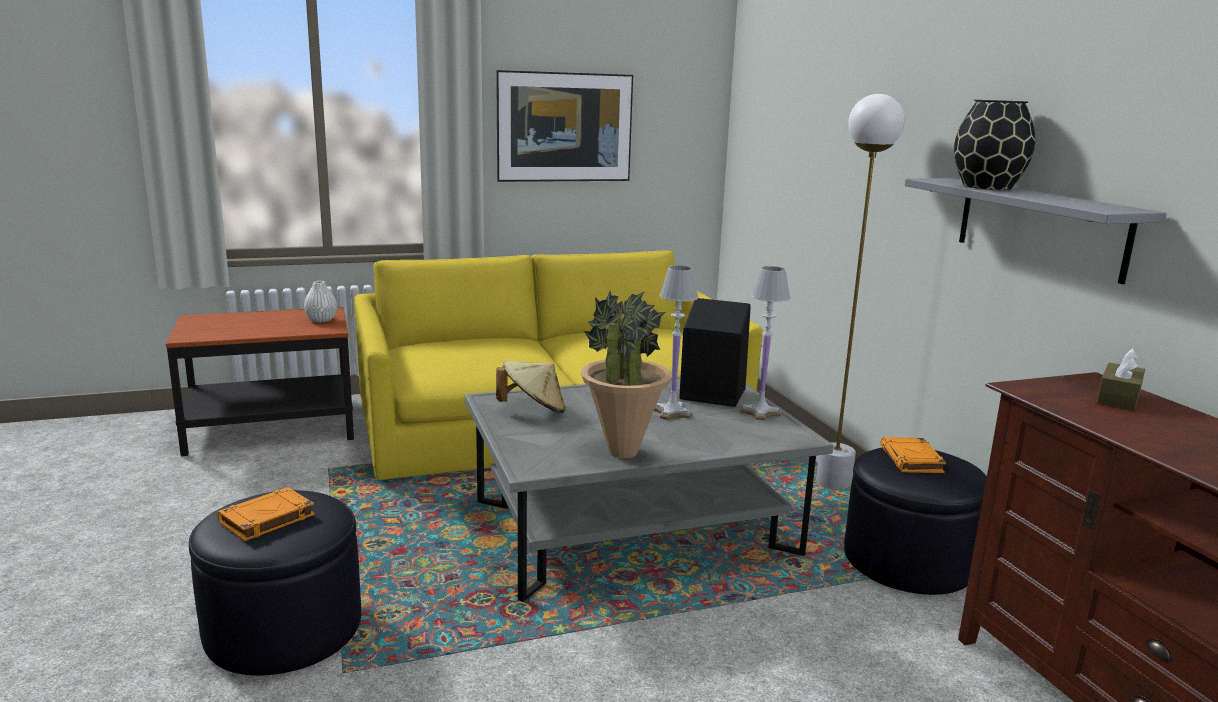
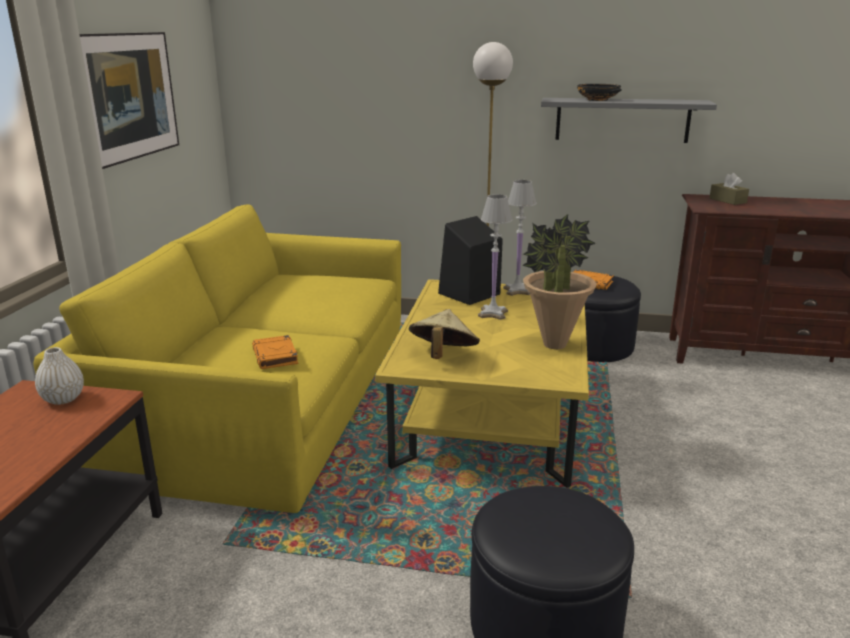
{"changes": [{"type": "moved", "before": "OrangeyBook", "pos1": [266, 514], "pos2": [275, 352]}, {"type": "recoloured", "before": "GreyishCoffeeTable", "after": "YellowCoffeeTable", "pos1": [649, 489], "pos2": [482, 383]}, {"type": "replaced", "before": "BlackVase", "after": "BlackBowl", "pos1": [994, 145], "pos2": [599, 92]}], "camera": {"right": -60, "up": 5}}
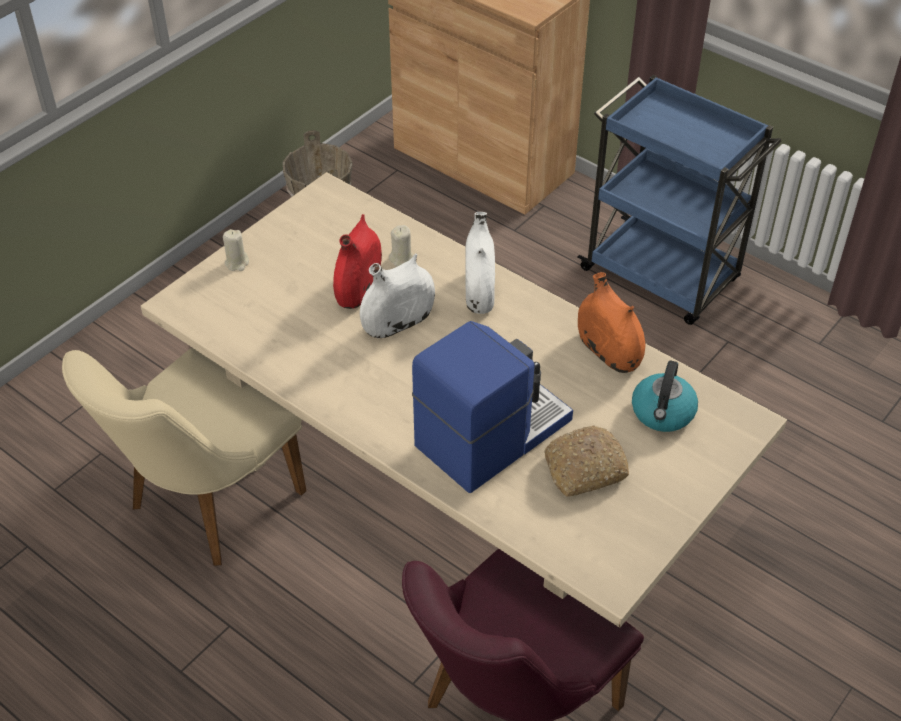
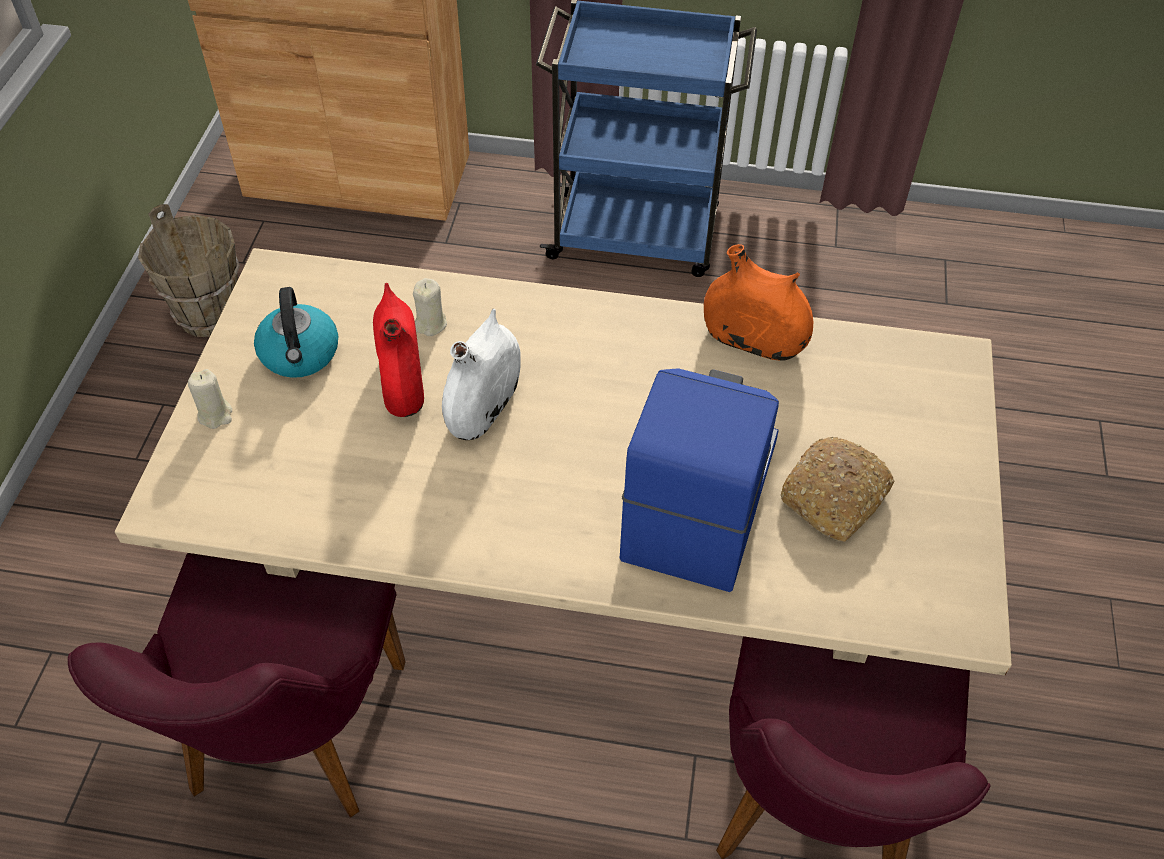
{"changes": [{"type": "recoloured", "before": "BeigeColouredPlainChair", "after": "PurplePlainChair", "pos1": [184, 457], "pos2": [237, 685]}, {"type": "removed", "before": "WhiteColouredVase", "pos1": [480, 263]}, {"type": "moved", "before": "TeaKettle", "pos1": [665, 396], "pos2": [296, 332]}], "camera": {"right": -30, "up": 5}}
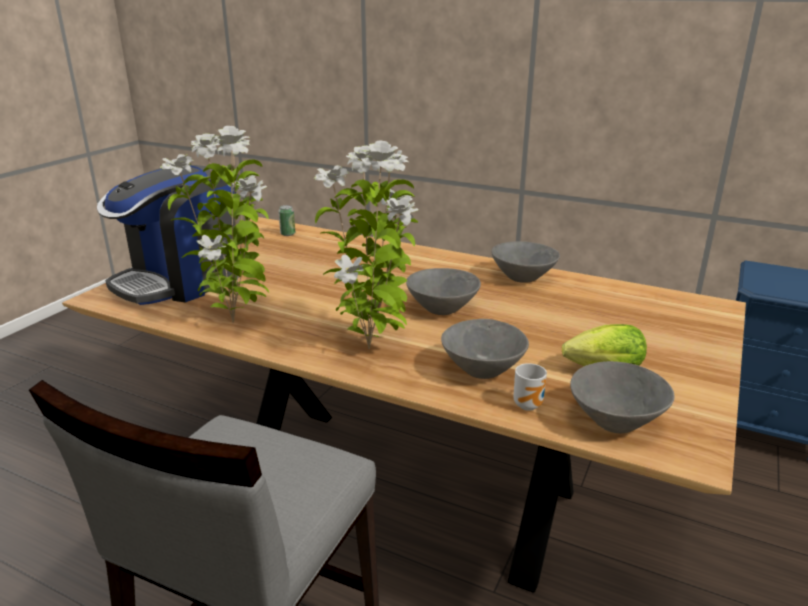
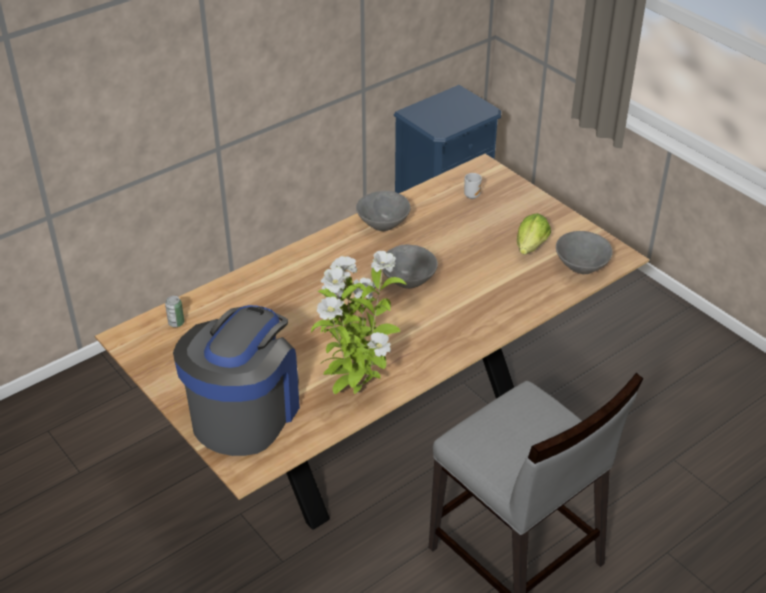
{"changes": [{"type": "turned", "before": "CoffeeMaker", "pos1": [167, 235], "pos2": [236, 380], "turn": -135}, {"type": "removed", "before": "PlantInAPot", "pos1": [366, 244]}, {"type": "removed", "before": "GreyishBowl", "pos1": [485, 349]}, {"type": "moved", "before": "CoffeeMug", "pos1": [530, 387], "pos2": [473, 186]}], "camera": {"right": -65, "up": 15}}
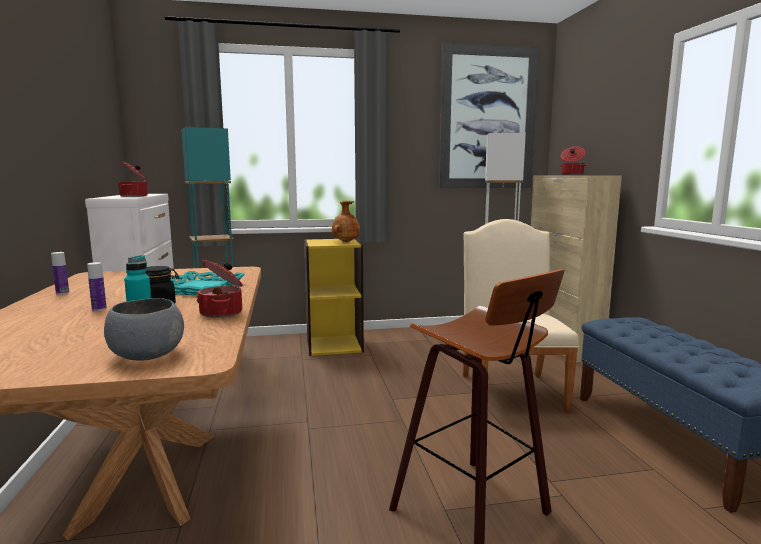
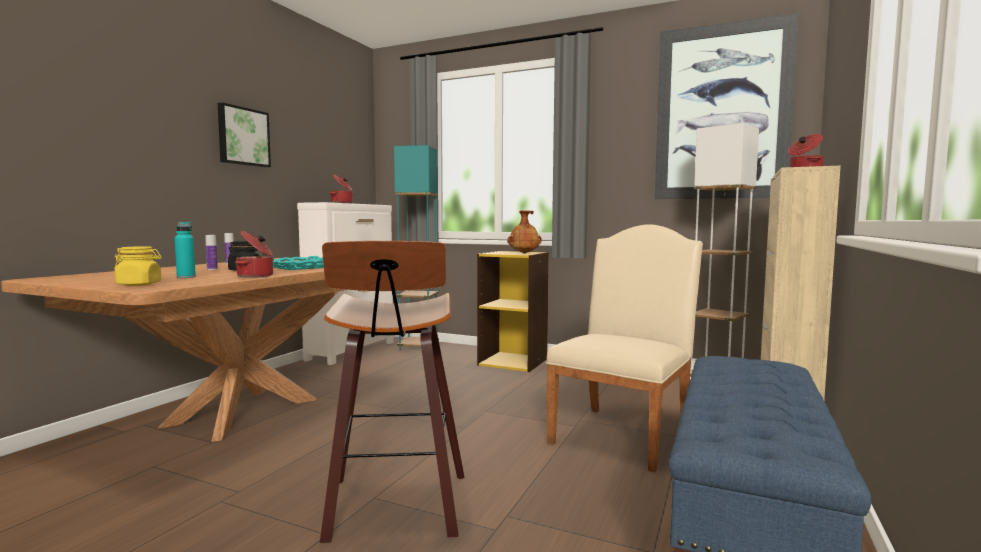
{"changes": [{"type": "replaced", "before": "GreyishBowl", "after": "YellowPreserveJar", "pos1": [144, 329], "pos2": [138, 266]}, {"type": "added", "after": "Picture", "pos2": [244, 134]}], "camera": {"right": 35, "up": -5}}
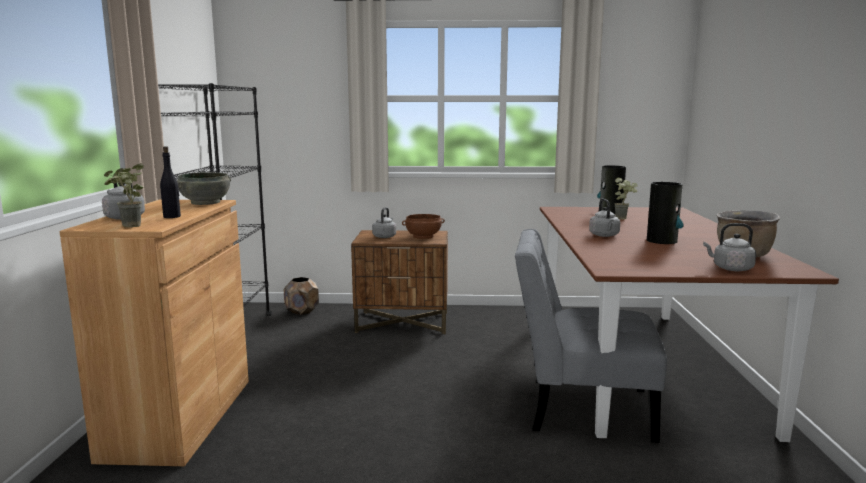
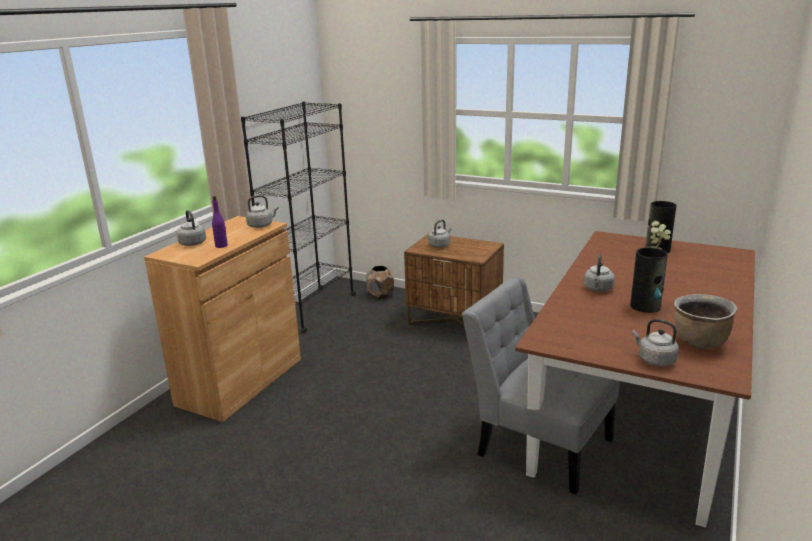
{"changes": [{"type": "removed", "before": "PlantInAPot", "pos1": [124, 195]}, {"type": "recoloured", "before": "BlackBottle", "after": "PurpleBottle", "pos1": [170, 182], "pos2": [220, 222]}, {"type": "replaced", "before": "GreyishBowl", "after": "GreyishTeaKettle", "pos1": [204, 188], "pos2": [262, 211]}, {"type": "removed", "before": "BrownColouredBowl", "pos1": [423, 226]}], "camera": {"right": 25, "up": 10}}
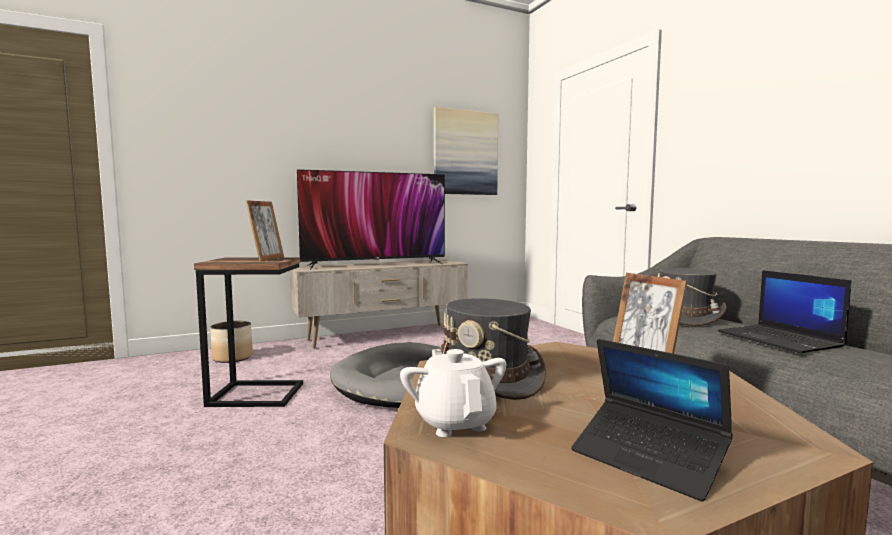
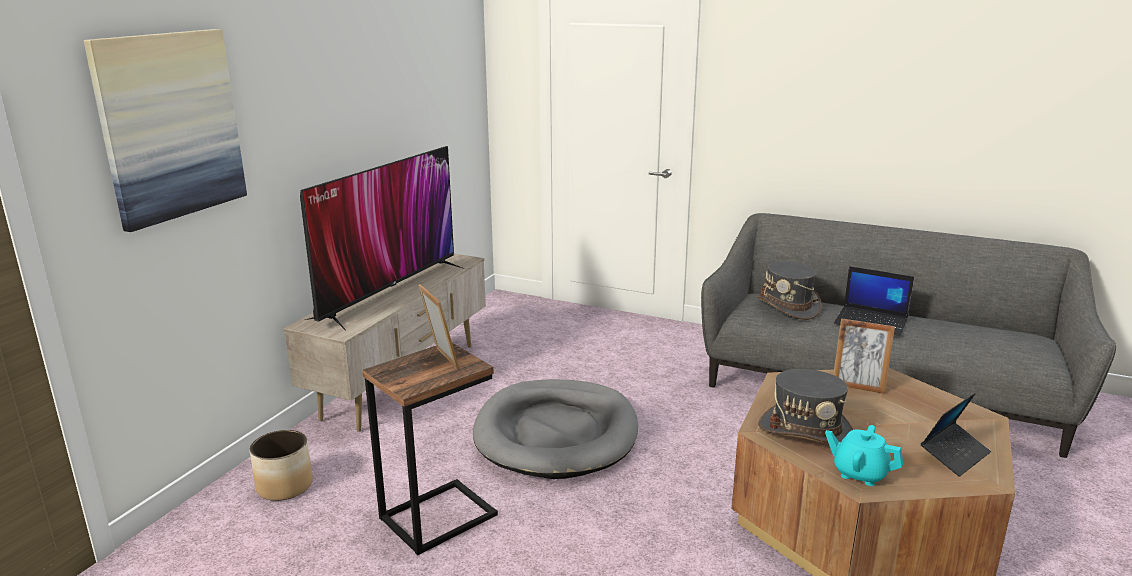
{"changes": [{"type": "recoloured", "before": "WhiteColouredTeaPot", "after": "BlueGreenTeaPot", "pos1": [453, 393], "pos2": [864, 455]}, {"type": "moved", "before": "Picture", "pos1": [466, 151], "pos2": [165, 130]}, {"type": "turned", "before": "PortableComputer", "pos1": [652, 420], "pos2": [956, 435], "turn": -45}], "camera": {"right": -40, "up": 15}}
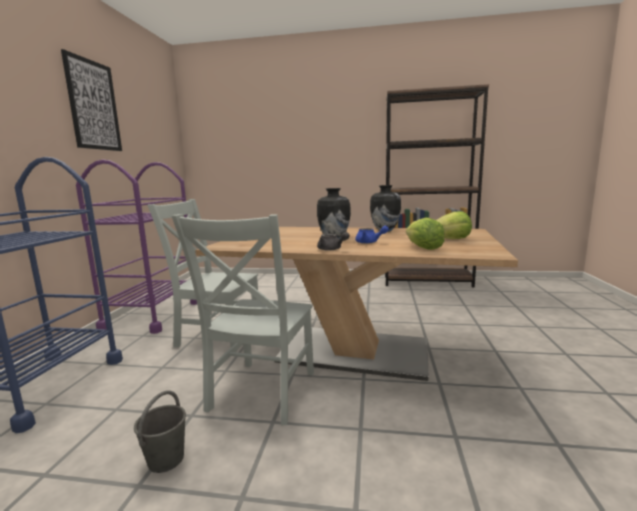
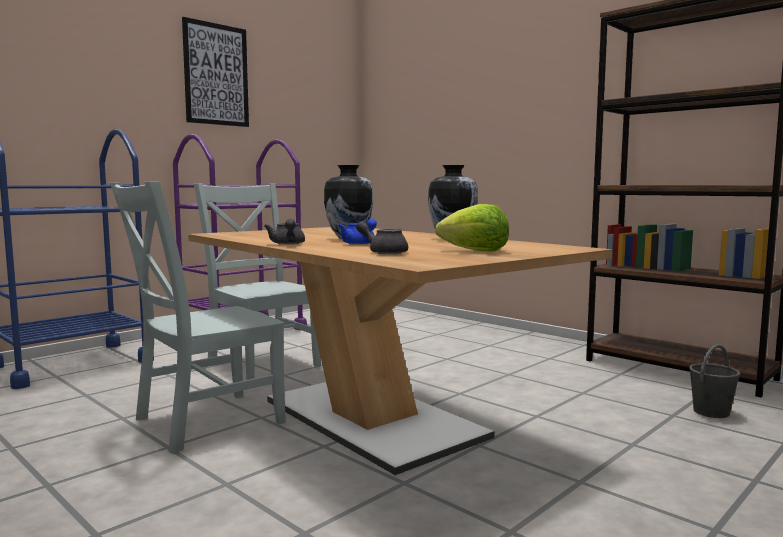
{"changes": [{"type": "moved", "before": "GreyishWaterBucket", "pos1": [160, 431], "pos2": [714, 381]}, {"type": "replaced", "before": "HeadOfLettuce", "after": "GreyishTeaPot", "pos1": [425, 234], "pos2": [382, 238]}], "camera": {"right": 35, "up": -5}}
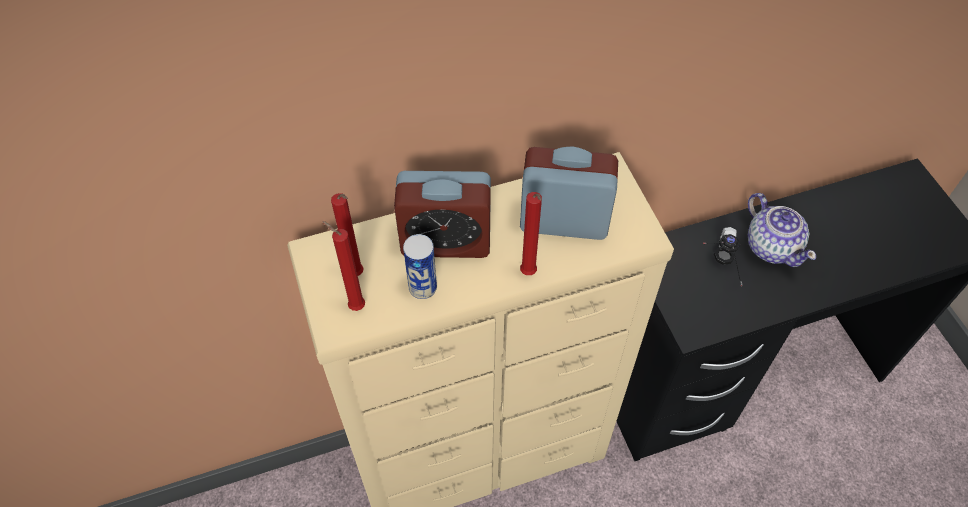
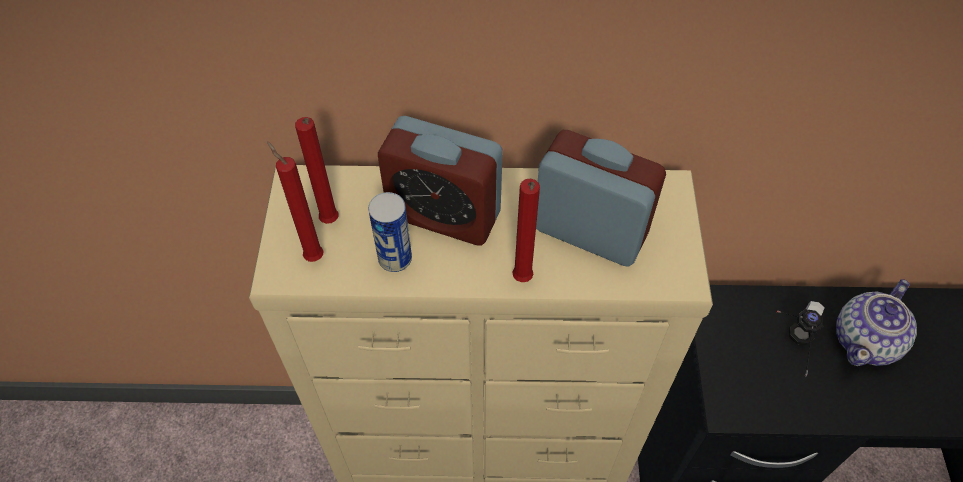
{"changes": [{"type": "turned", "before": "TeaPot", "pos1": [782, 230], "pos2": [876, 322], "turn": 45}], "camera": {"right": 20, "up": 0}}
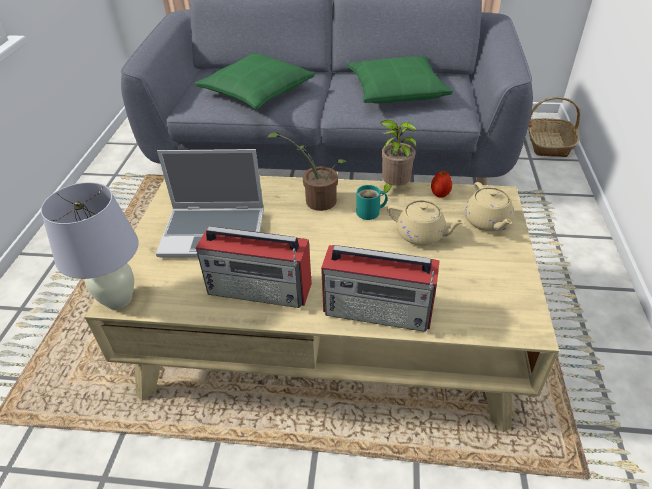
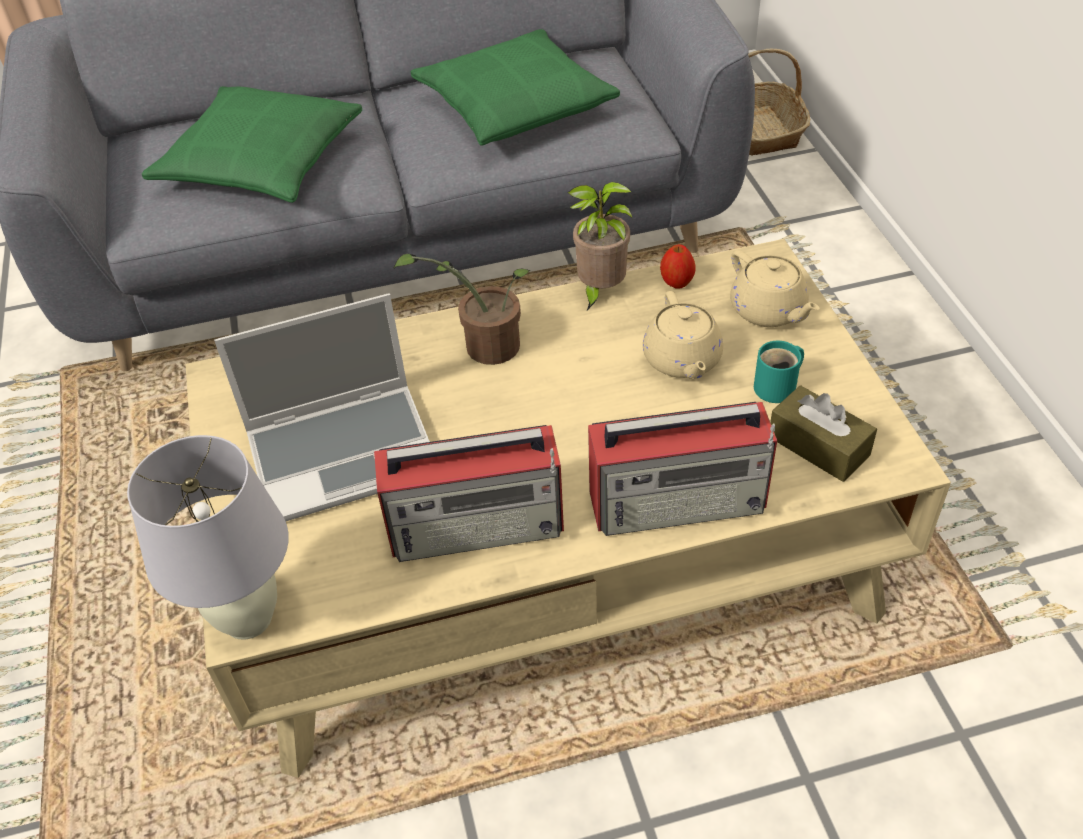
{"changes": [{"type": "moved", "before": "BlueGreenCoffeeMug", "pos1": [372, 202], "pos2": [779, 372]}, {"type": "turned", "before": "BeigeColouredTeaPot", "pos1": [426, 223], "pos2": [683, 335], "turn": 75}, {"type": "added", "after": "BrownColouredBoxOfTissues", "pos2": [823, 433]}], "camera": {"right": -20, "up": 5}}
